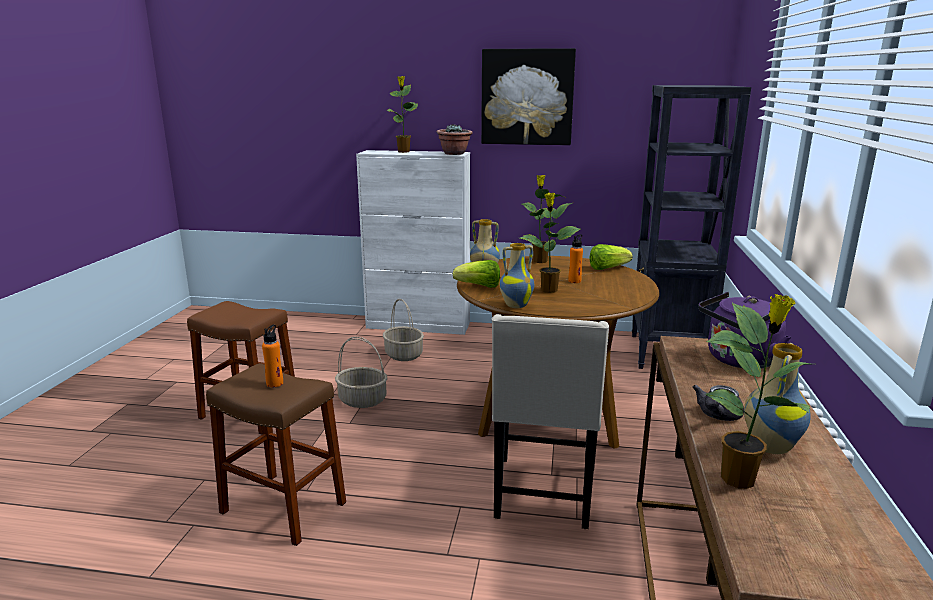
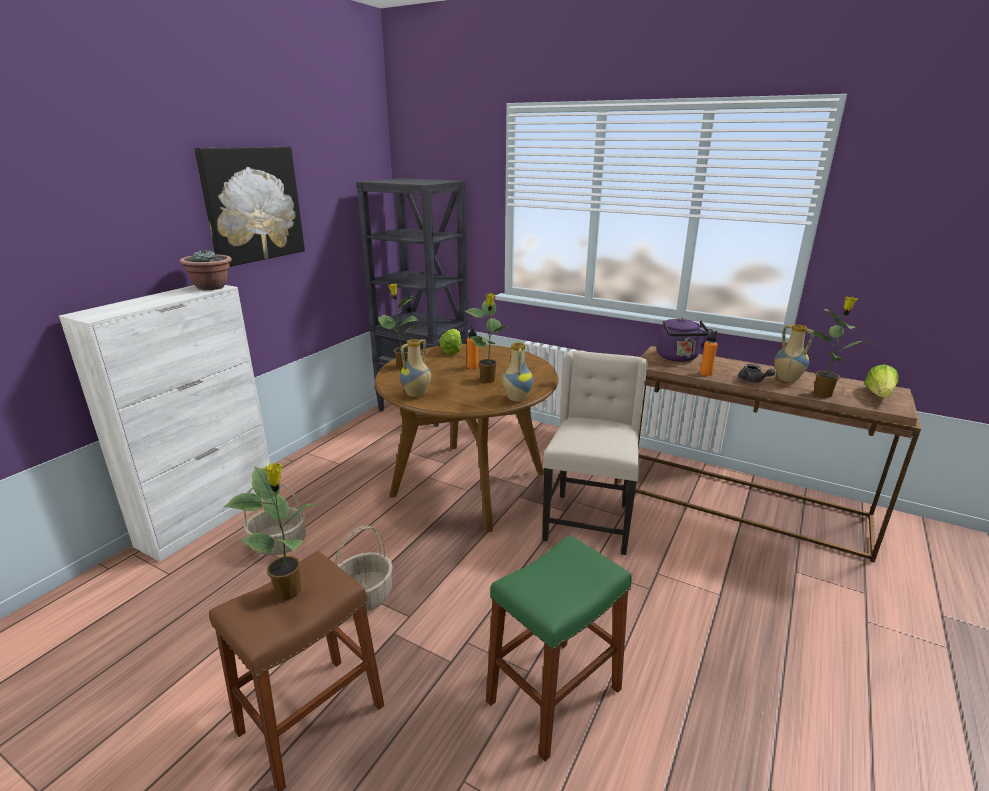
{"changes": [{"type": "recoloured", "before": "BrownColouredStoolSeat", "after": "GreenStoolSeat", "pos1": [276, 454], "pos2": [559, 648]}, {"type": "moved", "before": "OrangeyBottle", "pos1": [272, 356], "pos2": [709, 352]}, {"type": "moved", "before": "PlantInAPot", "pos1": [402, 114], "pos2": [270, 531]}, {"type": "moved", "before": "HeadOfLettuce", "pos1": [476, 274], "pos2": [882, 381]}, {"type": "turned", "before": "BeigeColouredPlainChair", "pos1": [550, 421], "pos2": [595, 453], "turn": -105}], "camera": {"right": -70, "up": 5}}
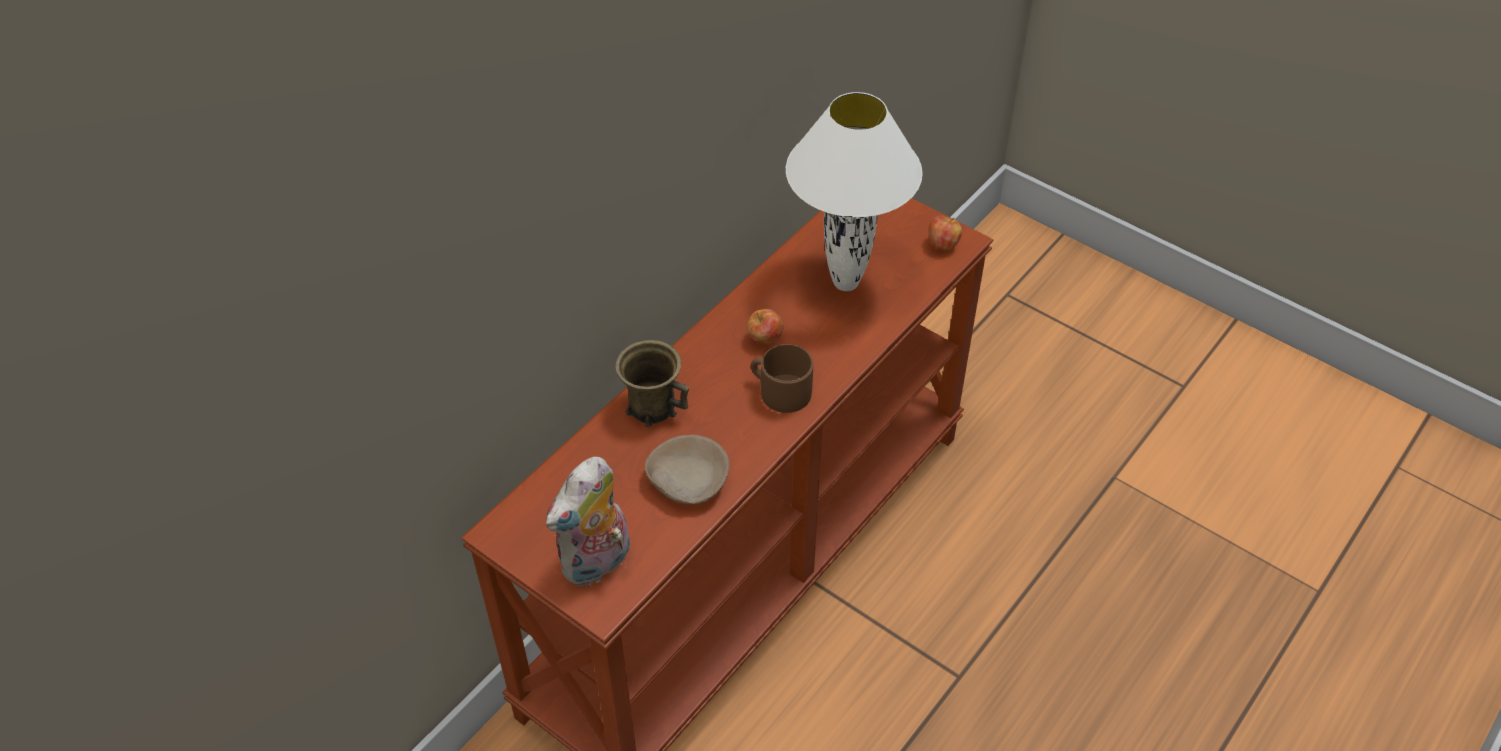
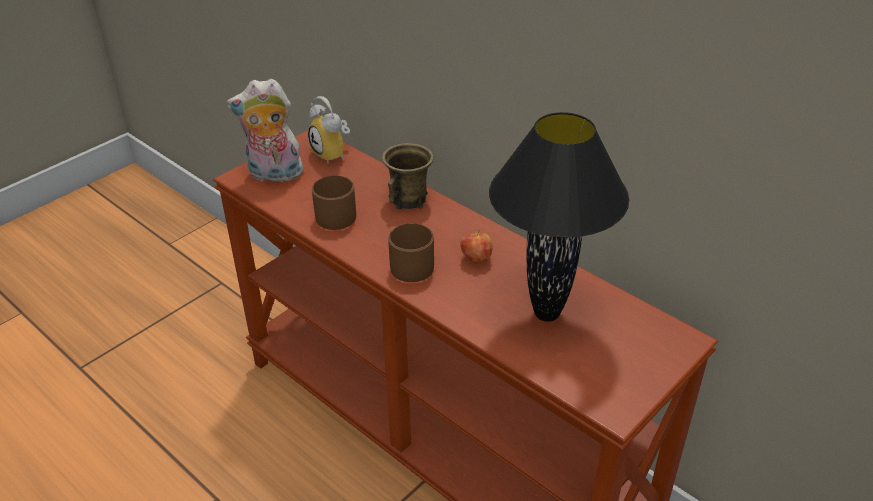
{"changes": [{"type": "turned", "before": "SoftToy", "pos1": [588, 521], "pos2": [266, 130], "turn": -45}, {"type": "replaced", "before": "BeigeColouredBowl", "after": "BrownColouredCoffeeMug", "pos1": [687, 469], "pos2": [334, 203]}, {"type": "recoloured", "before": "WhiteColouredLampForATable", "after": "BlackLampForATable", "pos1": [854, 191], "pos2": [559, 217]}, {"type": "removed", "before": "WholeApple", "pos1": [945, 233]}, {"type": "added", "after": "TableClock", "pos2": [329, 129]}], "camera": {"right": 95, "up": -10}}
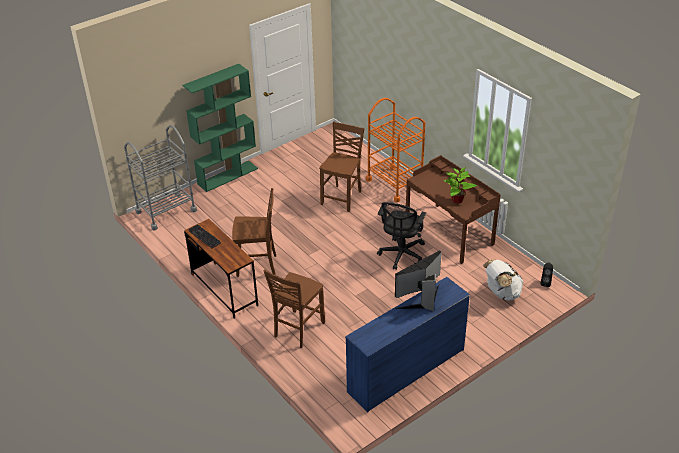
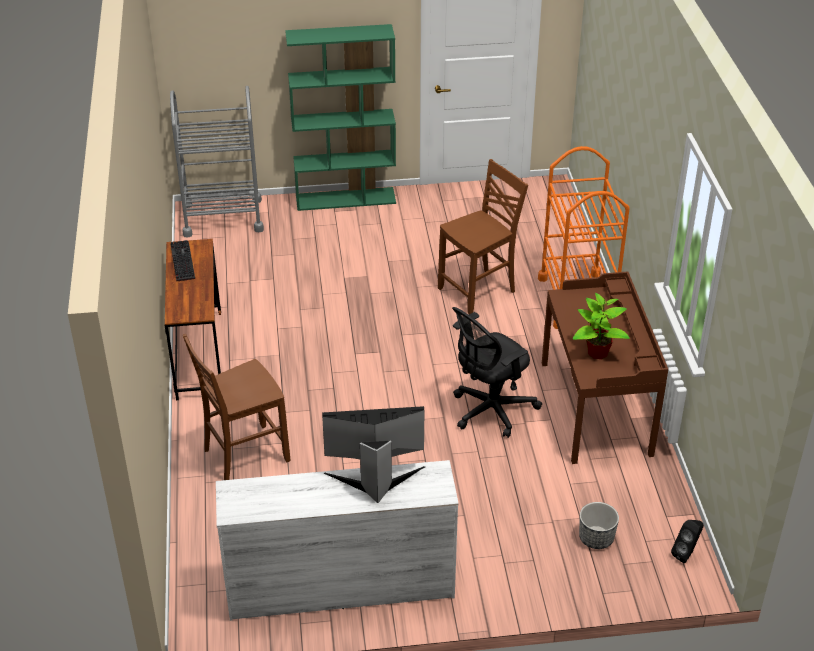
{"changes": [{"type": "removed", "before": "BrownColouredPlainChair", "pos1": [254, 232]}, {"type": "recoloured", "before": "BlueDrawerChest", "after": "WhiteColouredDrawerChest", "pos1": [407, 345], "pos2": [337, 540]}, {"type": "replaced", "before": "WhiteColouredBackpack", "after": "FlowerPot", "pos1": [503, 280], "pos2": [599, 525]}], "camera": {"right": 30, "up": 0}}
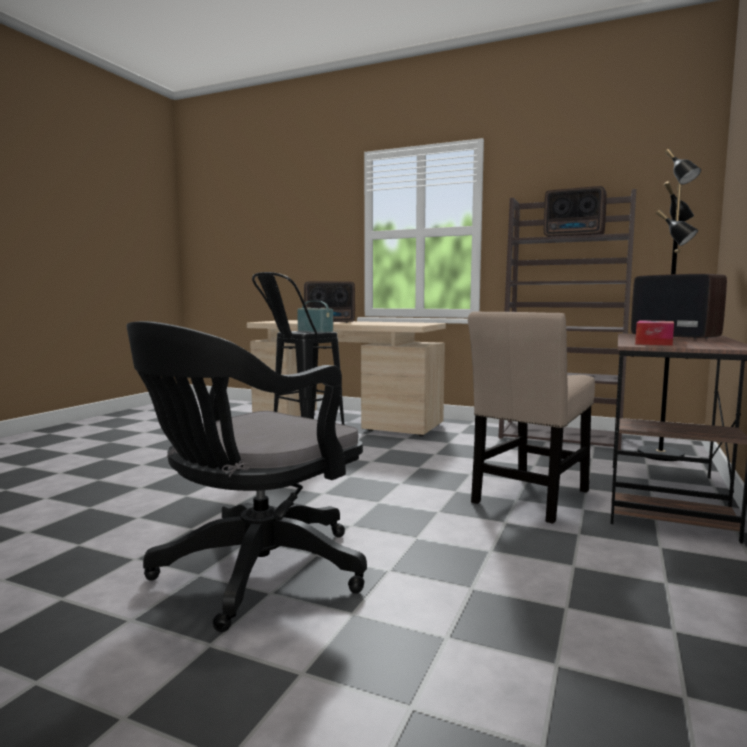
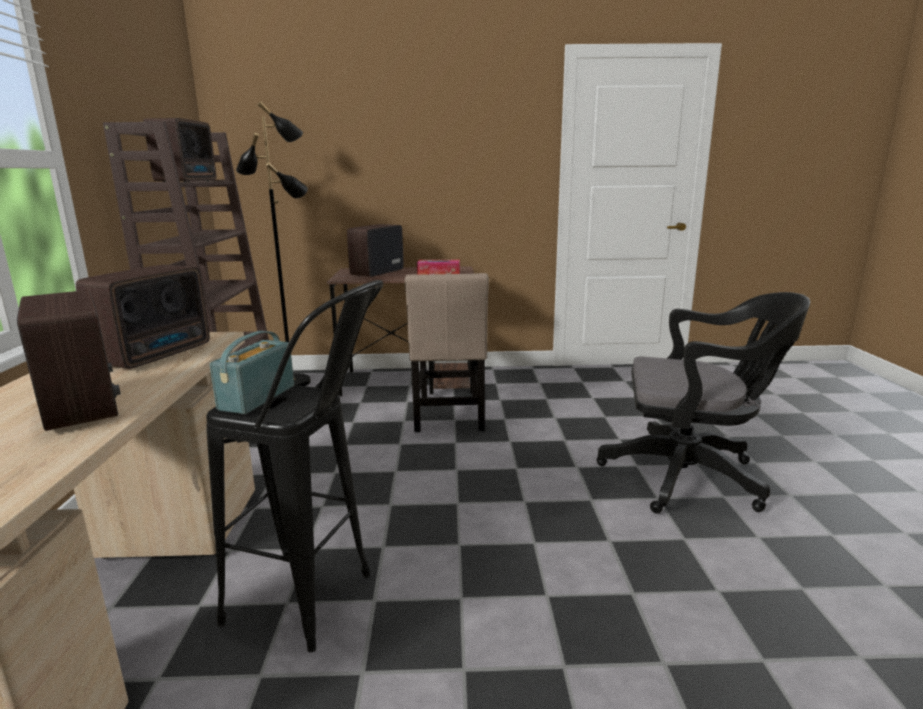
{"changes": [{"type": "turned", "before": "BeigeColouredPlainChair", "pos1": [531, 417], "pos2": [447, 352], "turn": 75}, {"type": "added", "after": "Radio", "pos2": [143, 317]}], "camera": {"right": -115, "up": 10}}
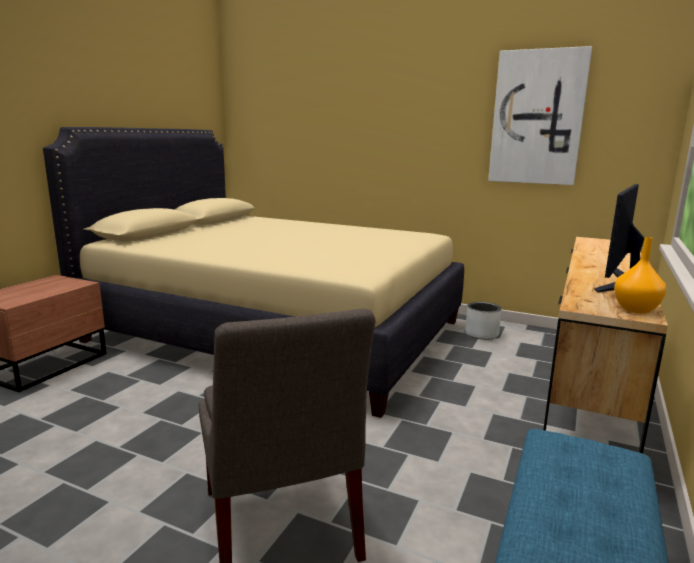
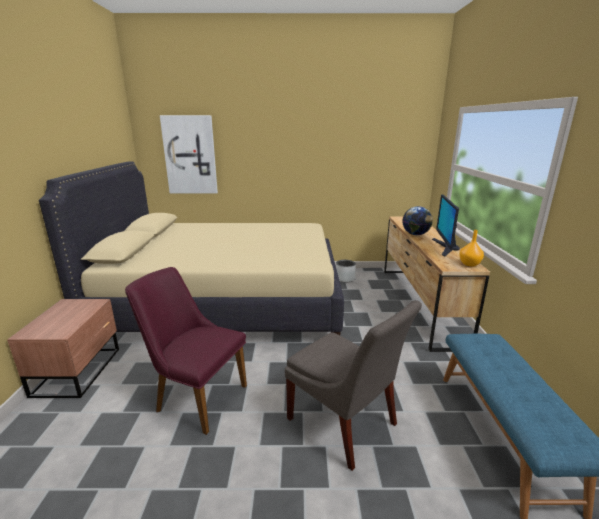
{"changes": [{"type": "moved", "before": "Picture", "pos1": [540, 115], "pos2": [189, 154]}, {"type": "added", "after": "PurplePlainChair", "pos2": [186, 351]}, {"type": "added", "after": "Globe", "pos2": [417, 220]}], "camera": {"right": -25, "up": 5}}
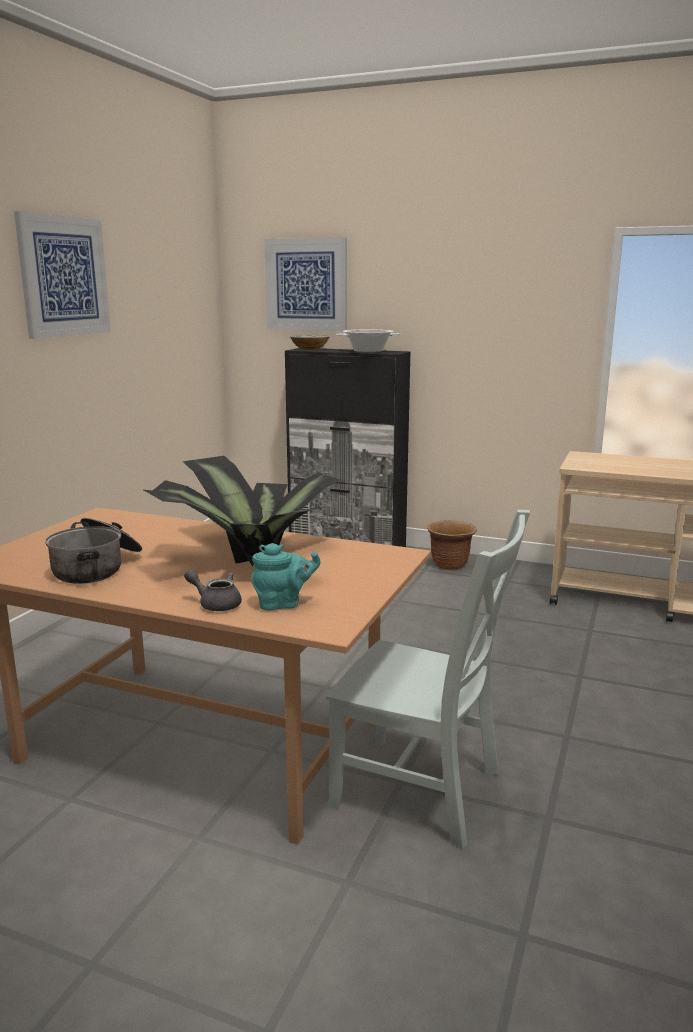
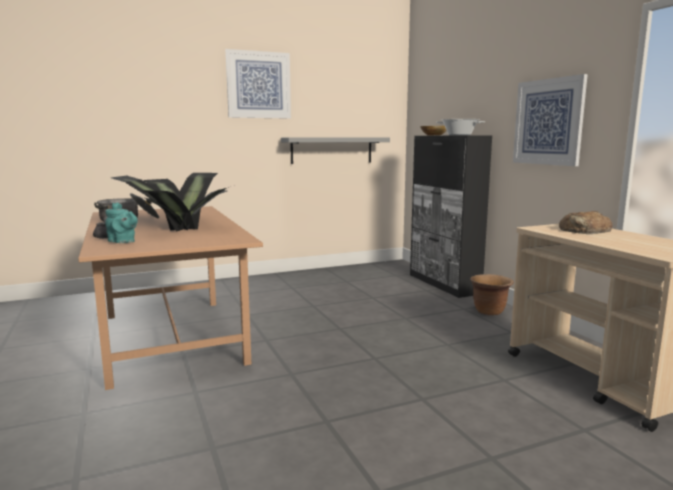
{"changes": [{"type": "moved", "before": "Picture", "pos1": [305, 284], "pos2": [550, 120]}, {"type": "removed", "before": "GreyishPlainChair", "pos1": [428, 679]}, {"type": "added", "after": "GreyishShelf", "pos2": [335, 151]}, {"type": "added", "after": "Bread", "pos2": [586, 222]}], "camera": {"right": 45, "up": -5}}
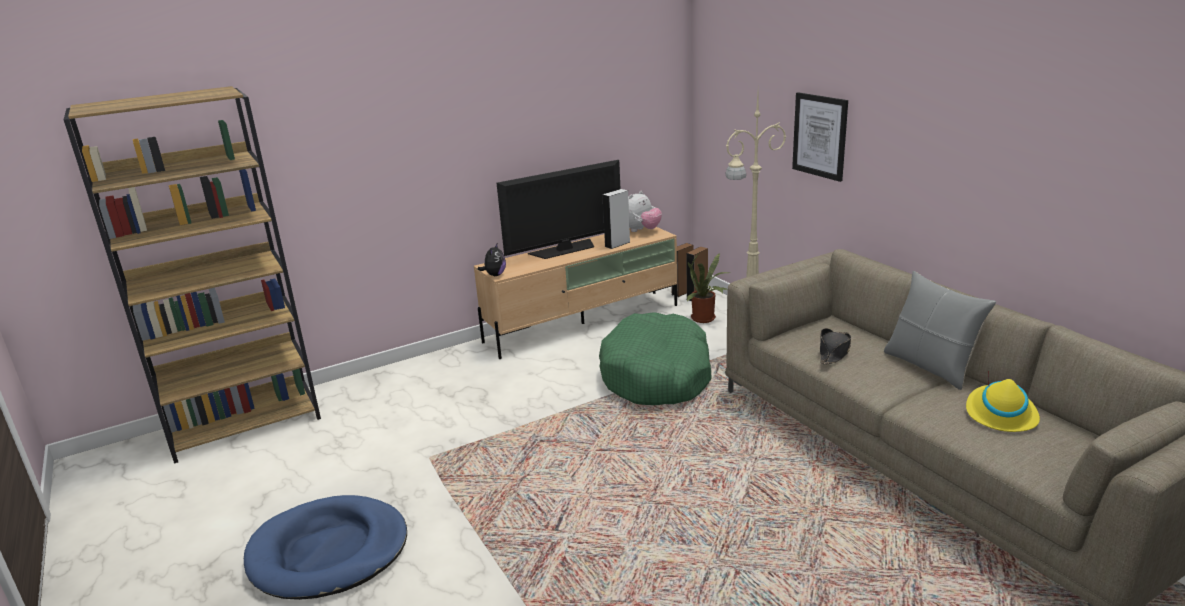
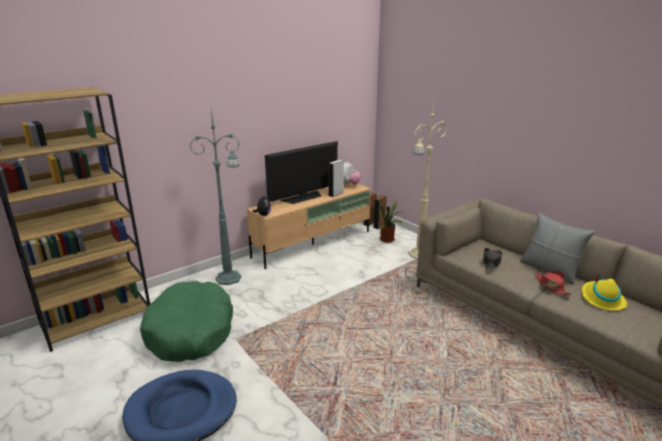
{"changes": [{"type": "moved", "before": "GreenDogBed", "pos1": [655, 358], "pos2": [186, 321]}, {"type": "removed", "before": "Picture", "pos1": [820, 137]}, {"type": "added", "after": "GreenStandardLamp", "pos2": [215, 197]}, {"type": "added", "after": "RedWearableHat", "pos2": [553, 283]}], "camera": {"right": -10, "up": 0}}
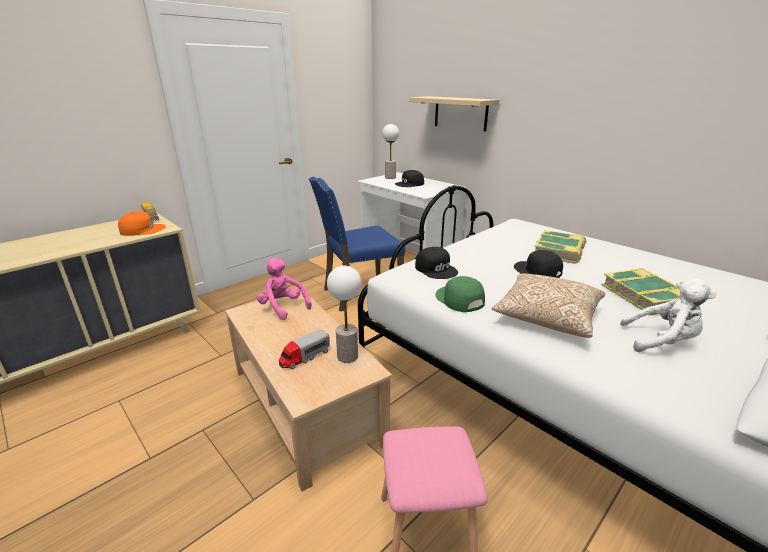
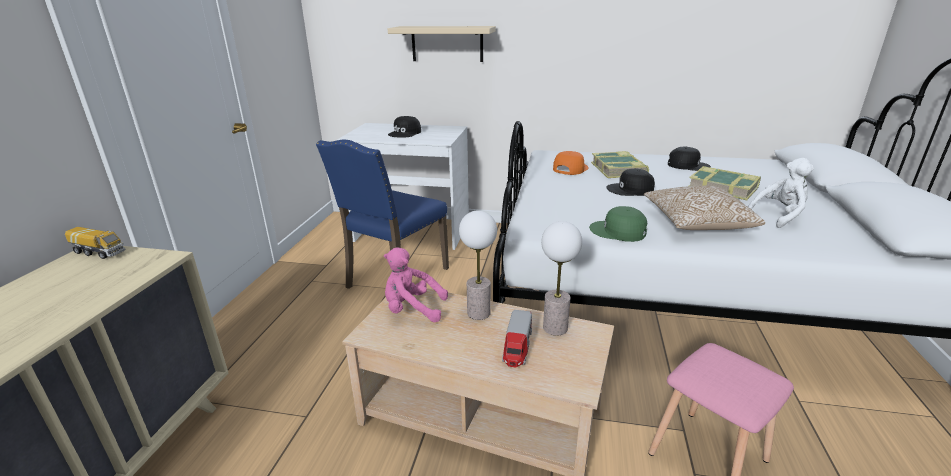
{"changes": [{"type": "moved", "before": "OrangeyBaseballCap", "pos1": [142, 224], "pos2": [571, 163]}, {"type": "moved", "before": "LampForATable", "pos1": [390, 151], "pos2": [478, 265]}, {"type": "moved", "before": "BlackBaseballCap", "pos1": [436, 263], "pos2": [689, 159]}], "camera": {"right": -35, "up": 0}}
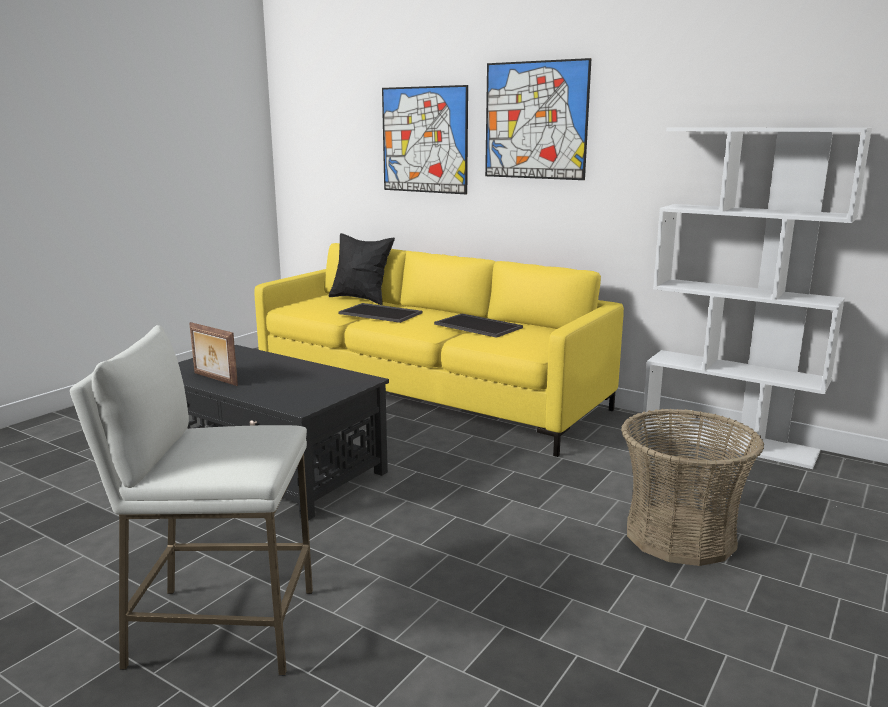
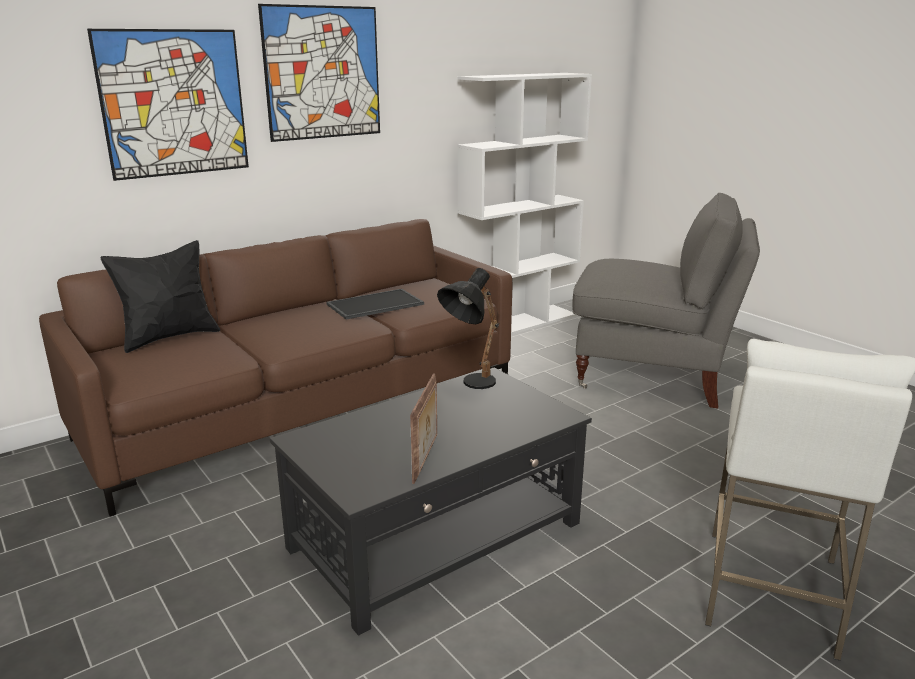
{"changes": [{"type": "turned", "before": "StandingFrame", "pos1": [213, 354], "pos2": [423, 428], "turn": -45}, {"type": "recoloured", "before": "YellowSettee", "after": "BrownColouredSettee", "pos1": [439, 350], "pos2": [275, 368]}, {"type": "removed", "before": "Tray", "pos1": [380, 313]}, {"type": "replaced", "before": "Basket", "after": "GreyishLoungeChair", "pos1": [692, 487], "pos2": [666, 300]}, {"type": "added", "after": "BlackLampForATable", "pos2": [468, 328]}], "camera": {"right": -70, "up": 5}}
